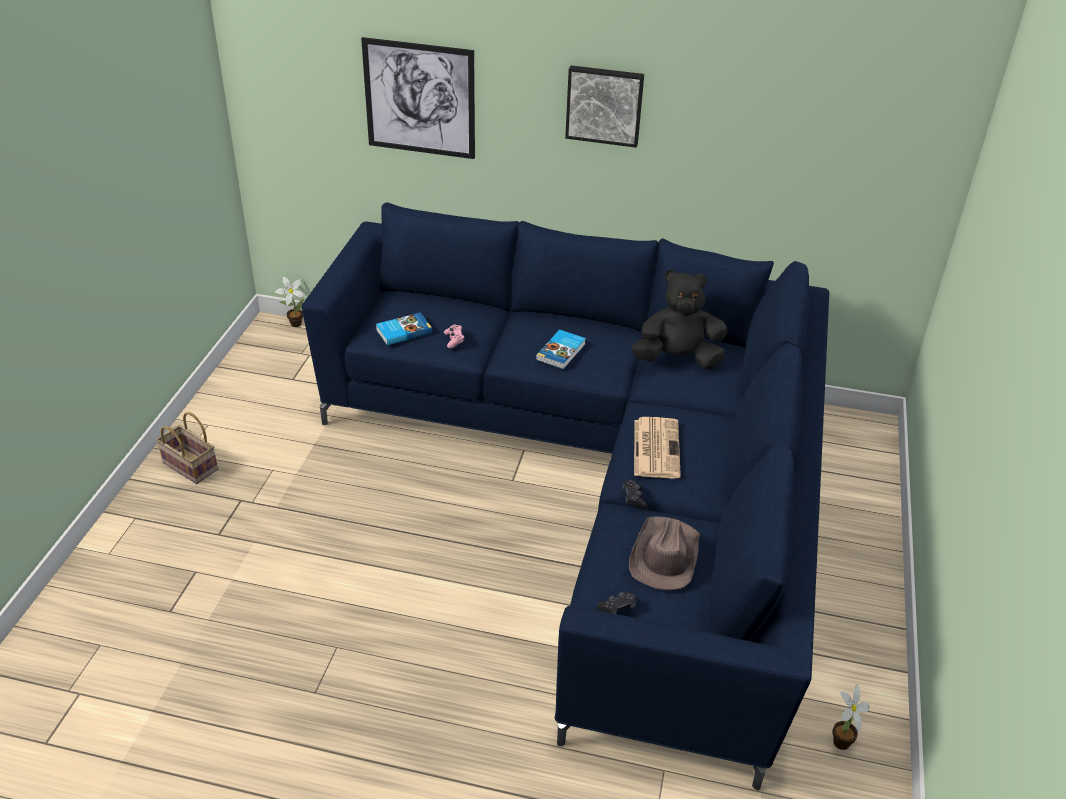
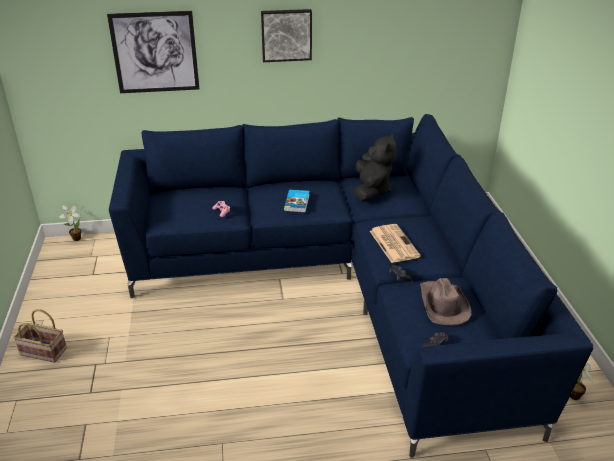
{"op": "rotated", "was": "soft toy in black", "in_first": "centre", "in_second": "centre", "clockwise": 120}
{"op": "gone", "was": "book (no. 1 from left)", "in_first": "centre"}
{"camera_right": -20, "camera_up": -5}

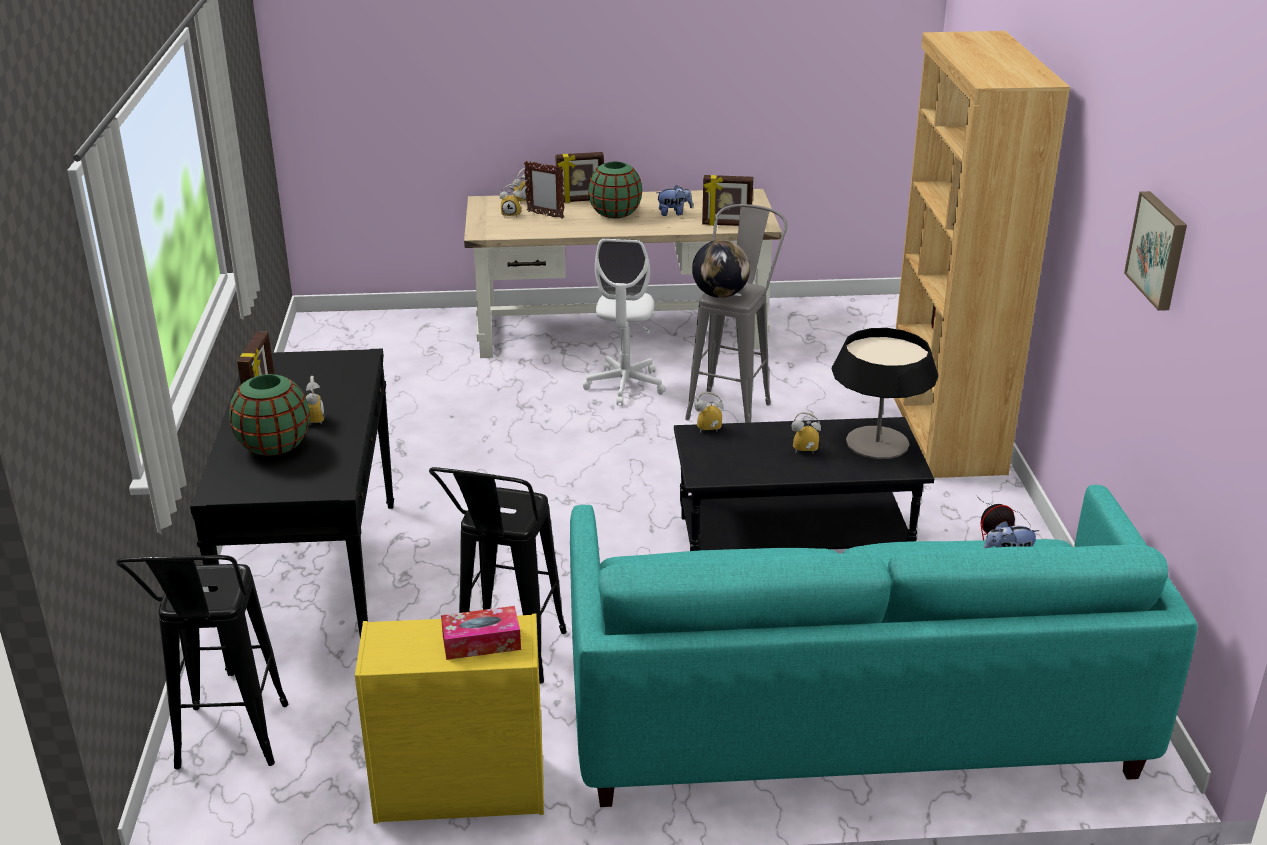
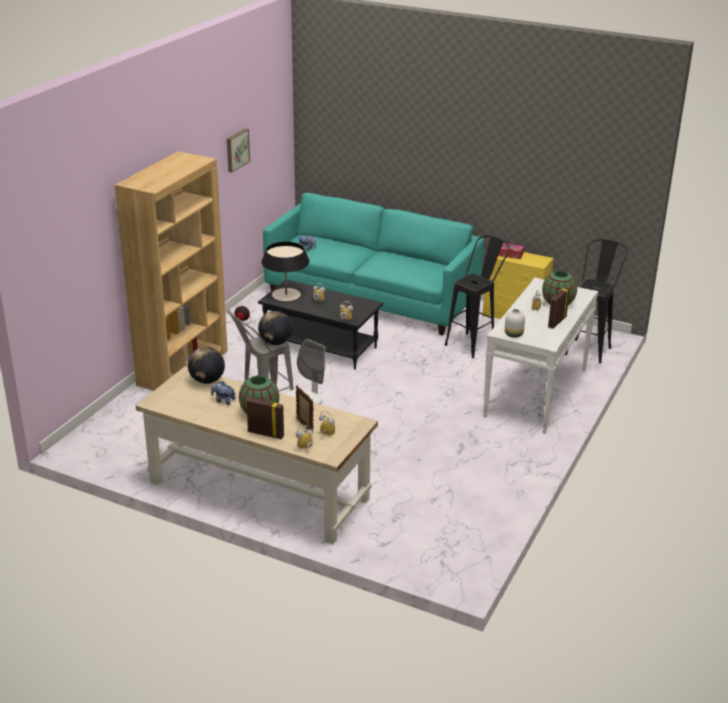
{"op": "swapped", "was": "photo frame (no. 4 from left)", "now": "world globe (no. 1 from left)", "in_first": "top centre", "in_second": "middle left"}
{"op": "repainted", "was": "console table in black", "now": "console table in white", "in_first": "middle left", "in_second": "middle right"}
{"op": "new", "now": "decorative vase in white", "in_second": "middle right"}
{"camera_right": -150, "camera_up": 0}

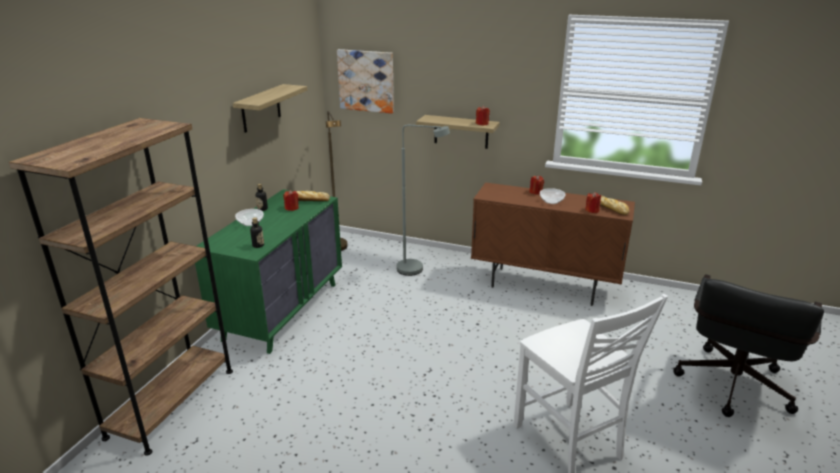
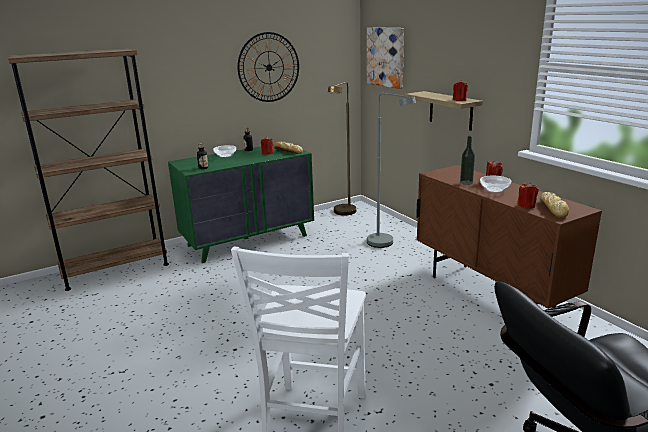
{"op": "swapped", "was": "wall shelf (no. 1 from left)", "now": "clock on the wall", "in_first": "top left", "in_second": "top centre"}
{"op": "new", "now": "drink bottle (no. 3 from left)", "in_second": "middle right"}
{"camera_right": 40, "camera_up": -5}

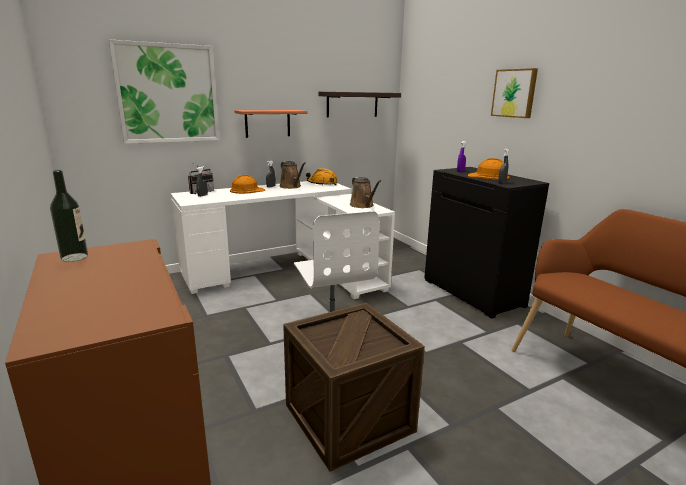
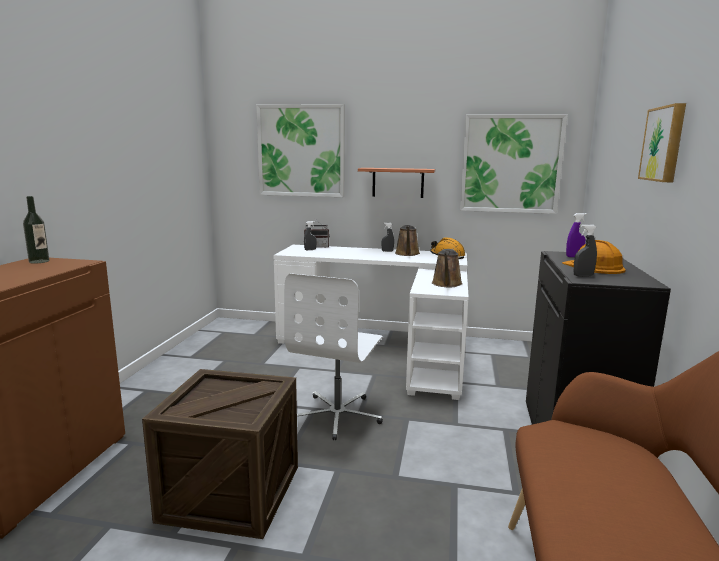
{"op": "swapped", "was": "wall shelf (no. 2 from left)", "now": "wall picture (no. 2 from left)", "in_first": "top centre", "in_second": "top right"}
{"op": "gone", "was": "hard hat in orange (no. 1 from left)", "in_first": "centre"}
{"camera_right": 40, "camera_up": -5}

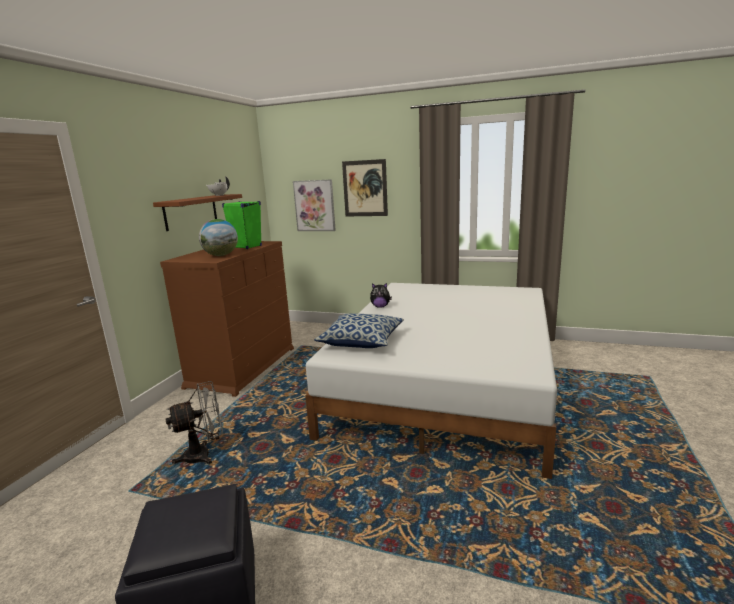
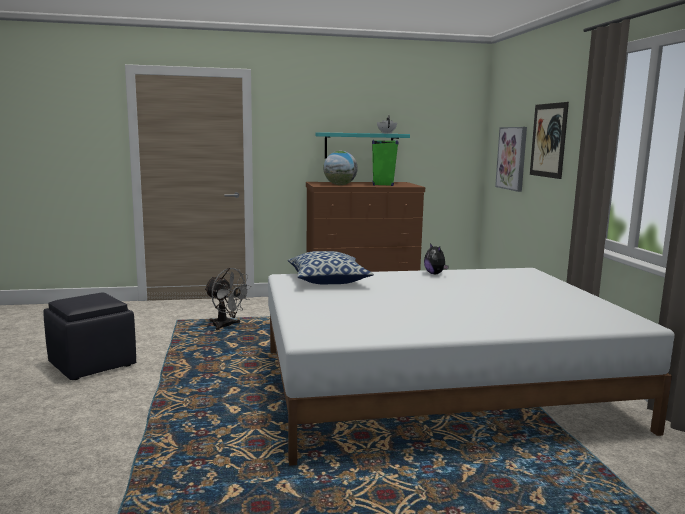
{"op": "repainted", "was": "wall shelf in brown", "now": "wall shelf in turquoise-coloured", "in_first": "middle left", "in_second": "top centre"}
{"camera_right": 60, "camera_up": -5}

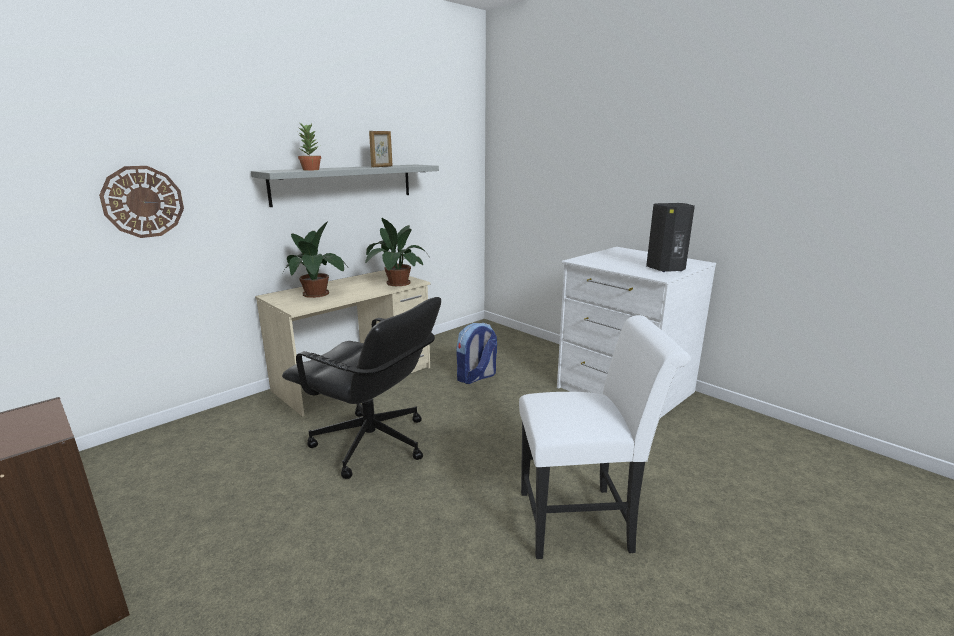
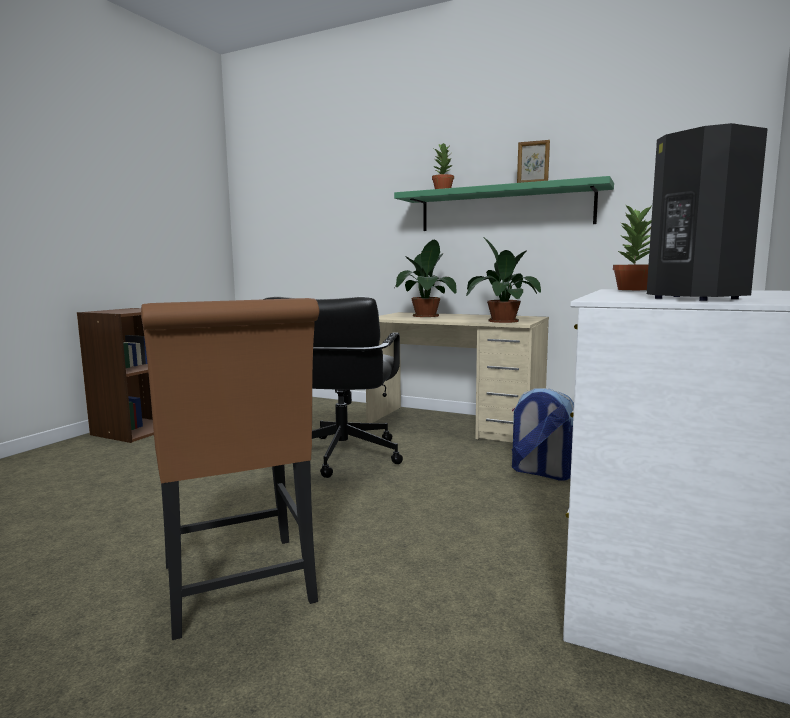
{"op": "repainted", "was": "wall shelf in grey", "now": "wall shelf in green", "in_first": "top centre", "in_second": "top centre"}
{"op": "gone", "was": "clock on the wall", "in_first": "top left"}
{"op": "repainted", "was": "upright chair in white", "now": "upright chair in brown", "in_first": "bottom centre", "in_second": "middle left"}
{"op": "new", "now": "houseplant (no. 4 from left)", "in_second": "middle right"}
{"camera_right": 70, "camera_up": -10}

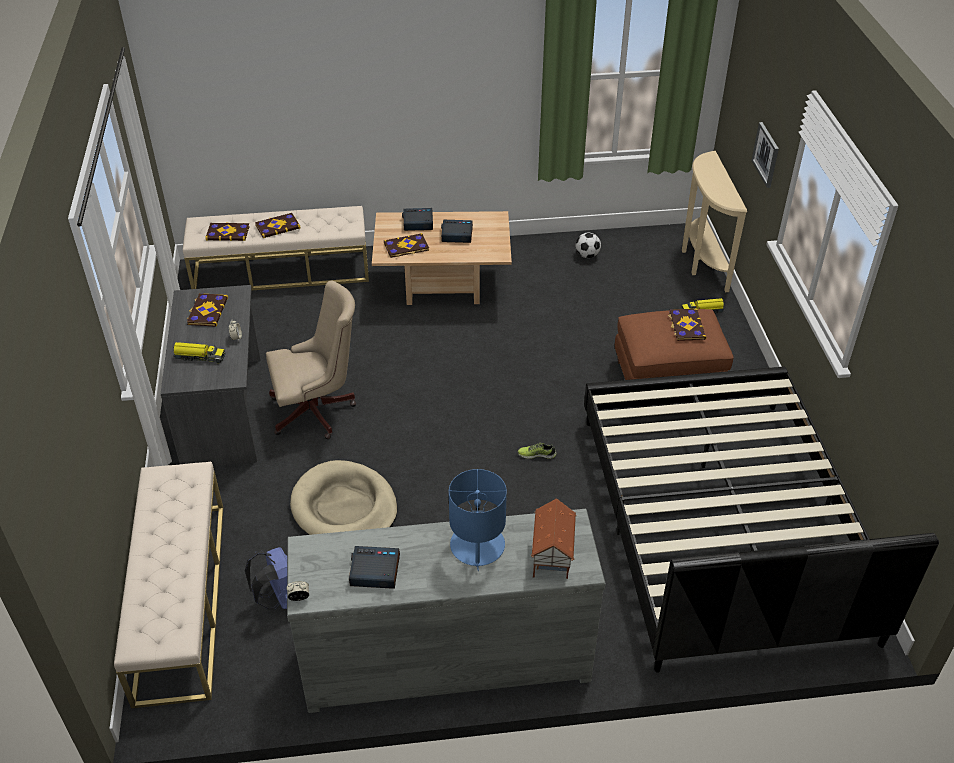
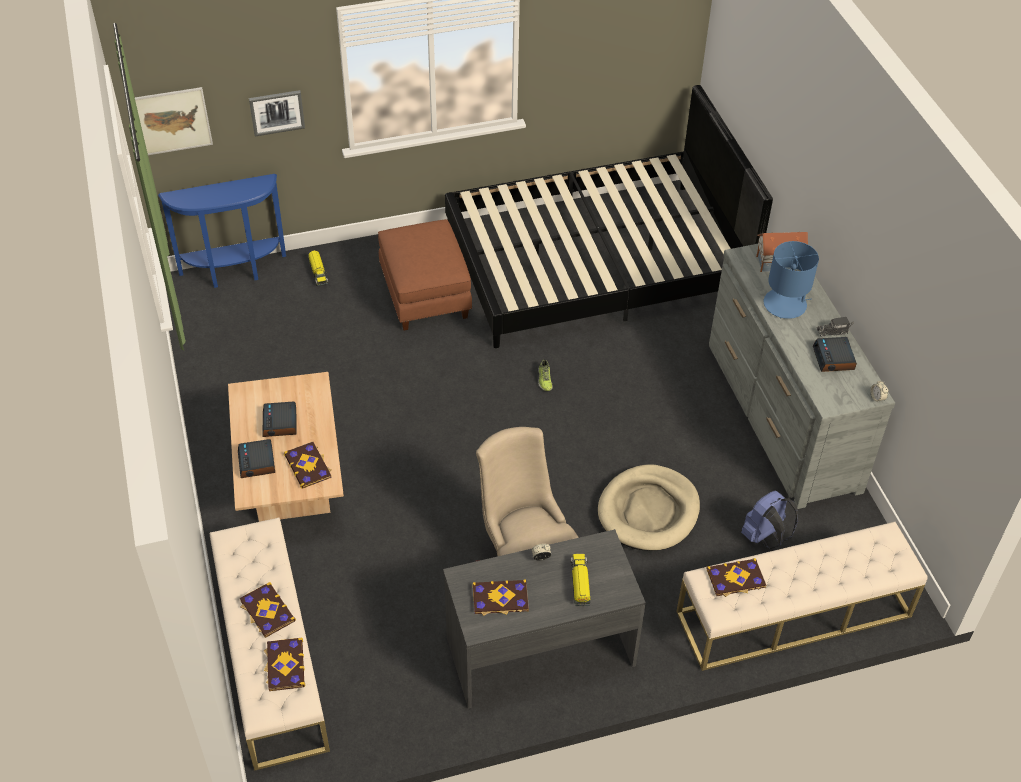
{"op": "repainted", "was": "console table in beige-coloured", "now": "console table in blue-coloured", "in_first": "top right", "in_second": "top left"}
{"op": "gone", "was": "ball for football", "in_first": "top centre"}
{"op": "shifted", "was": "book (no. 5 from left)", "in_first": "middle right", "in_second": "bottom right"}
{"op": "new", "now": "wall picture (no. 1 from left)", "in_second": "top left"}
{"op": "new", "now": "toy lorry (no. 3 from left)", "in_second": "middle right"}
{"camera_right": -100, "camera_up": 5}

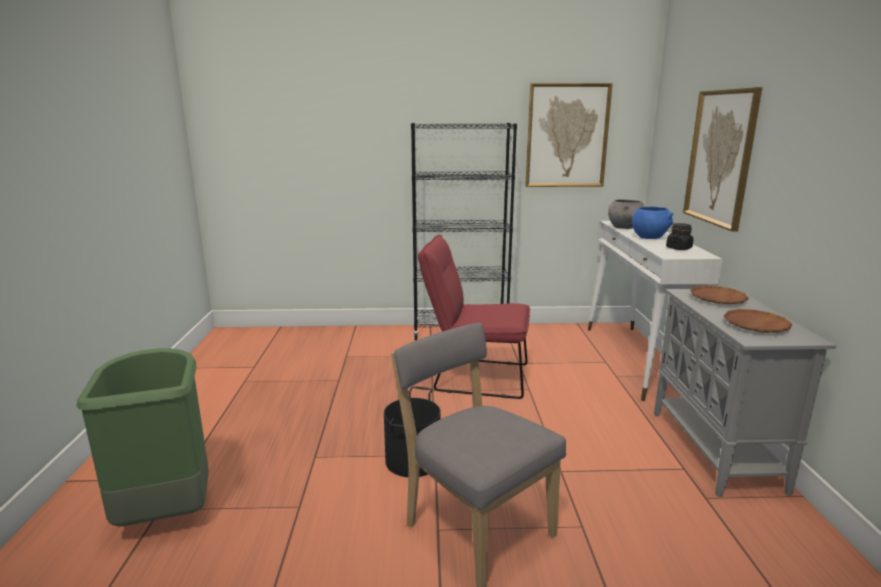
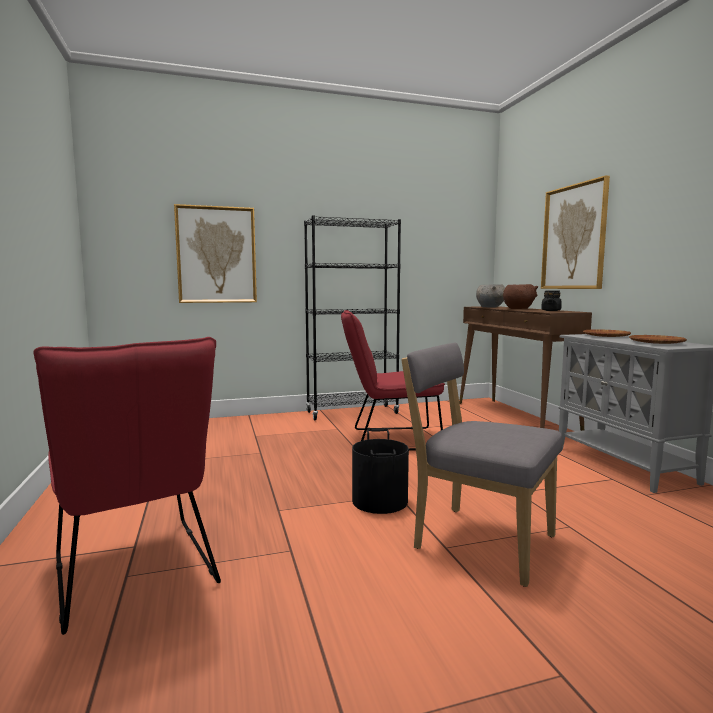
{"op": "shifted", "was": "wall picture (no. 1 from left)", "in_first": "top centre", "in_second": "middle left"}
{"op": "repainted", "was": "bowl in blue-coloured", "now": "bowl in brown", "in_first": "middle right", "in_second": "middle right"}
{"op": "repainted", "was": "console table in white", "now": "console table in brown", "in_first": "middle right", "in_second": "middle right"}
{"op": "swapped", "was": "waste bin in green", "now": "upright chair in reddish (no. 1 from left)", "in_first": "bottom left", "in_second": "bottom left"}
{"camera_right": -15, "camera_up": -10}

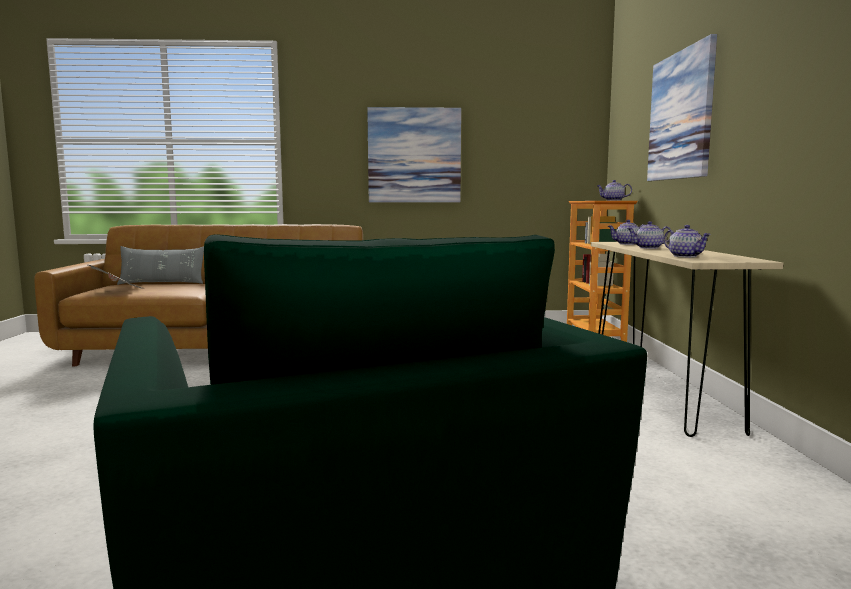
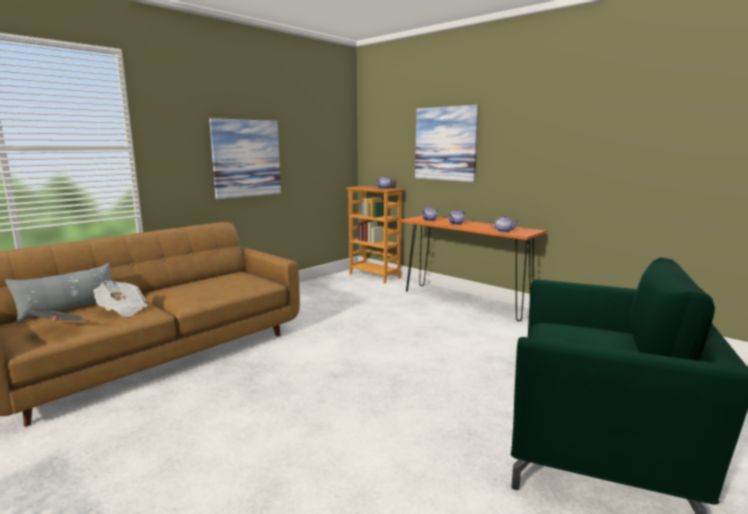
{"op": "repainted", "was": "console table in beige-coloured", "now": "console table in orange", "in_first": "middle right", "in_second": "centre"}
{"op": "new", "now": "printed paper (no. 2 from left)", "in_second": "middle left"}
{"camera_right": -45, "camera_up": 5}

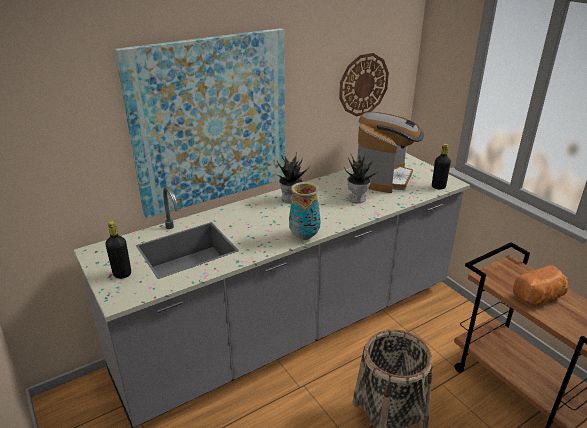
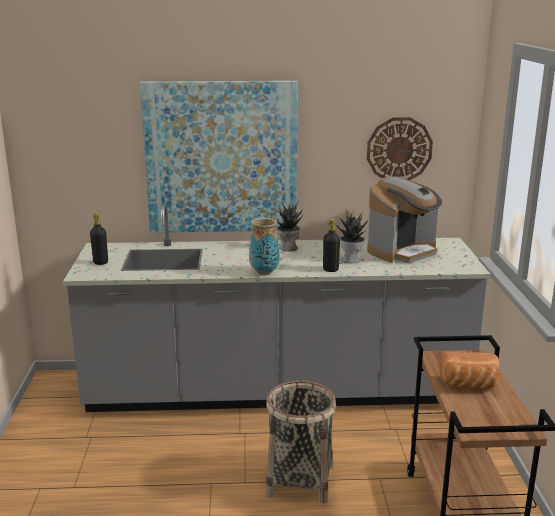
{"op": "shifted", "was": "drink bottle in black (no. 2 from left)", "in_first": "middle right", "in_second": "centre"}
{"camera_right": 30, "camera_up": -10}

